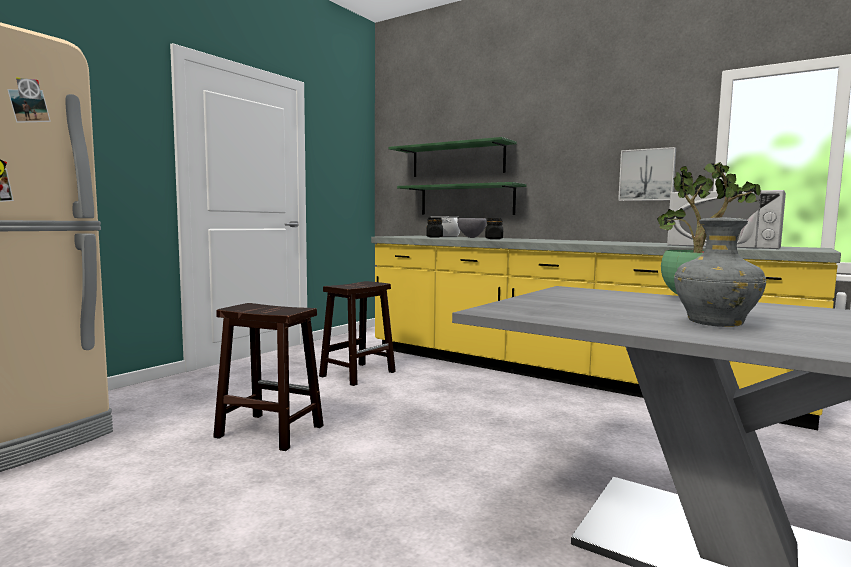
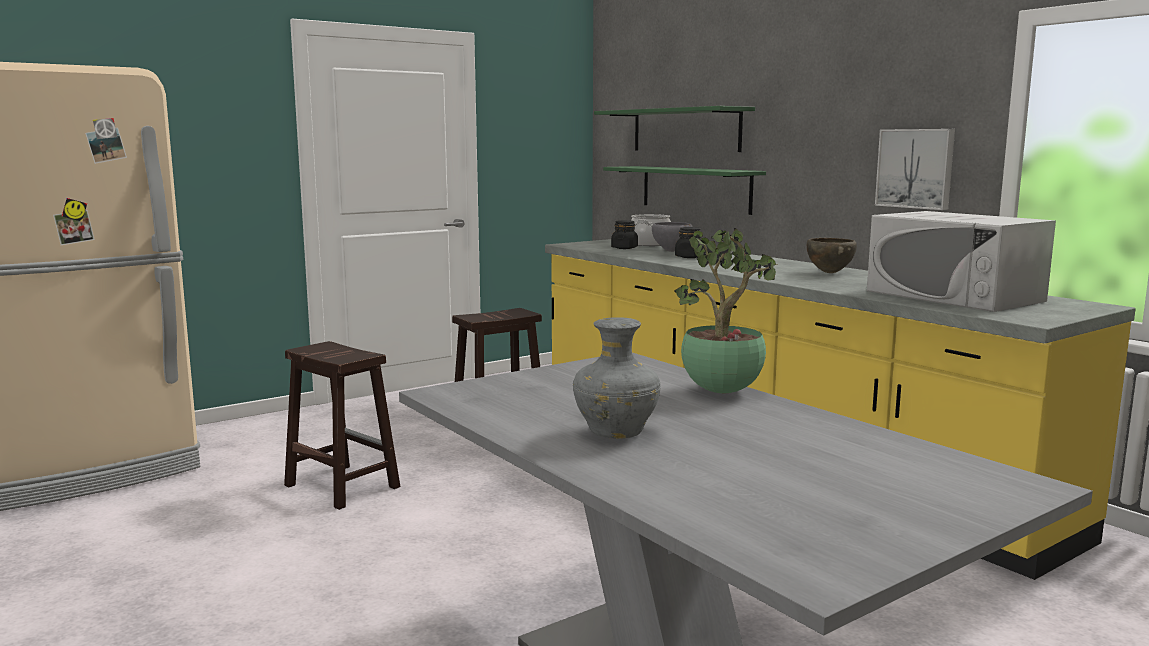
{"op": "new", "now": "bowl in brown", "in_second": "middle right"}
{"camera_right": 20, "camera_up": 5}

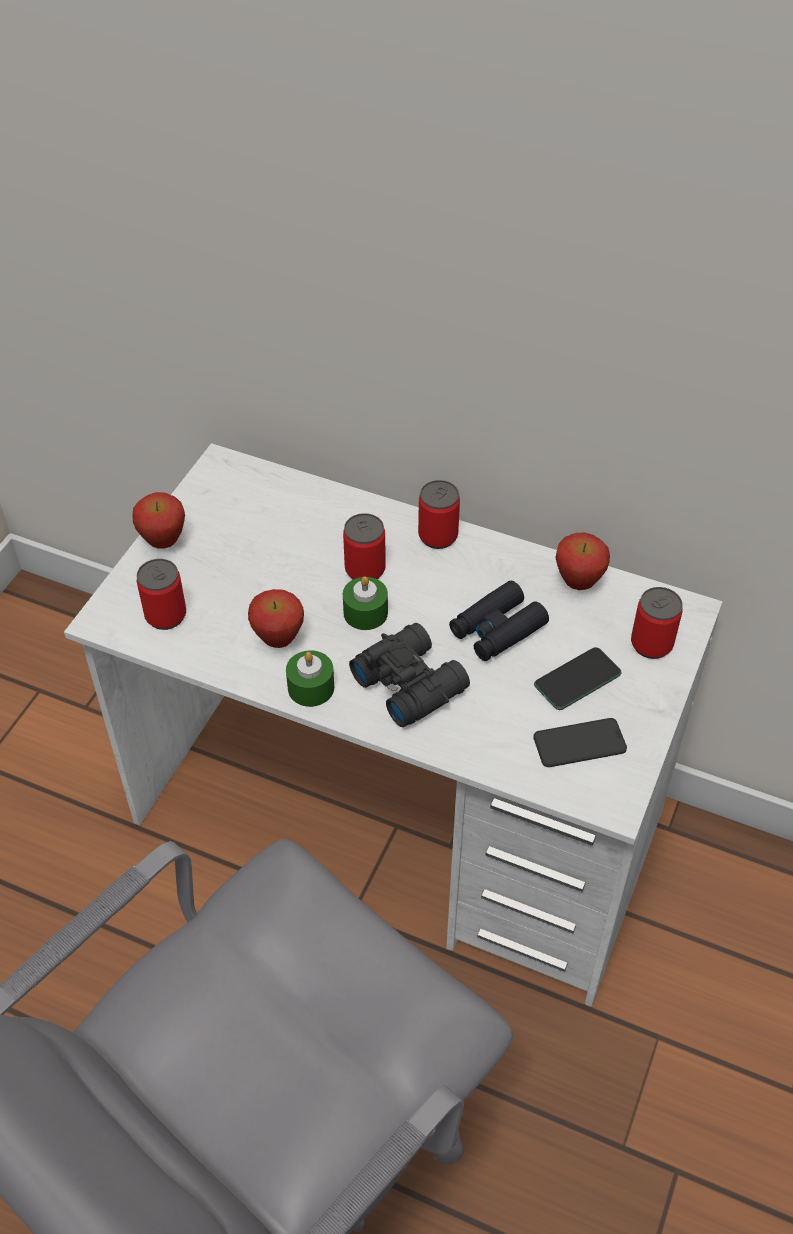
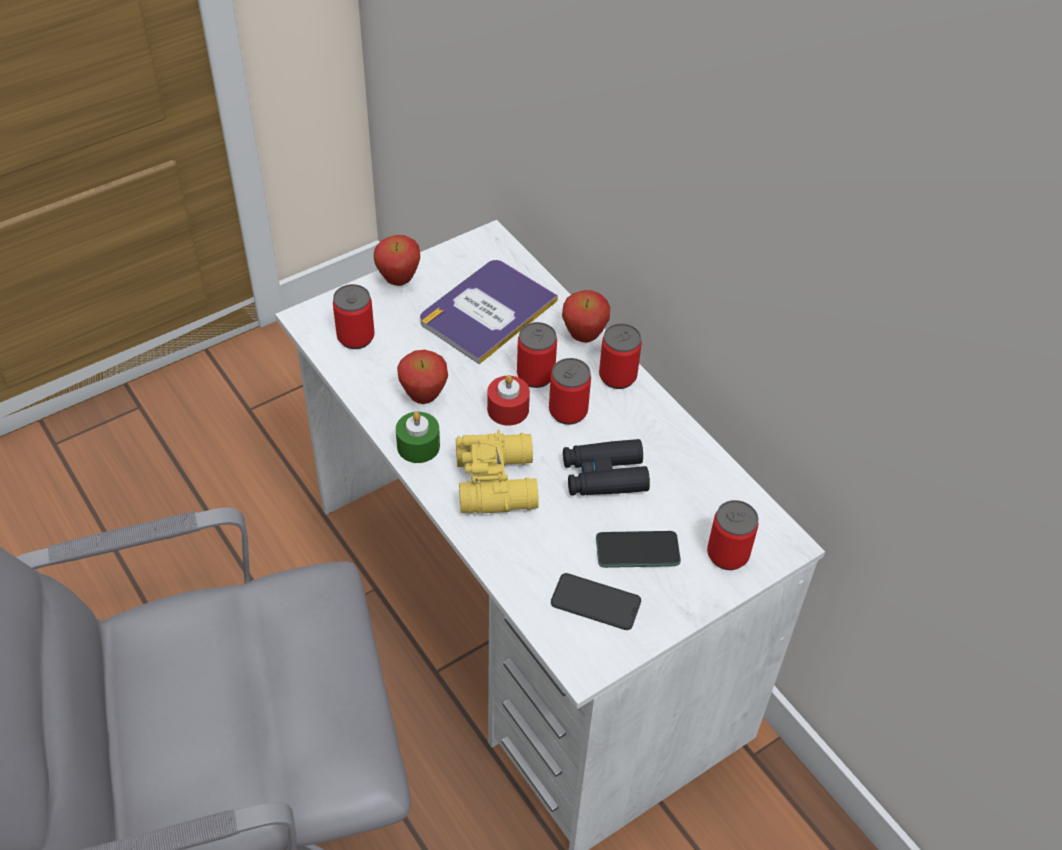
{"op": "shifted", "was": "whole apple (no. 3 from left)", "in_first": "middle right", "in_second": "centre"}
{"op": "repainted", "was": "wax candle in green (no. 2 from left)", "now": "wax candle in reddish", "in_first": "centre", "in_second": "centre"}
{"op": "repainted", "was": "binoculars in black (no. 1 from left)", "now": "binoculars in yellow-coloured", "in_first": "centre", "in_second": "centre"}
{"op": "new", "now": "book", "in_second": "centre"}
{"op": "new", "now": "sealed can (no. 3 from left)", "in_second": "centre"}
{"camera_right": 30, "camera_up": 0}

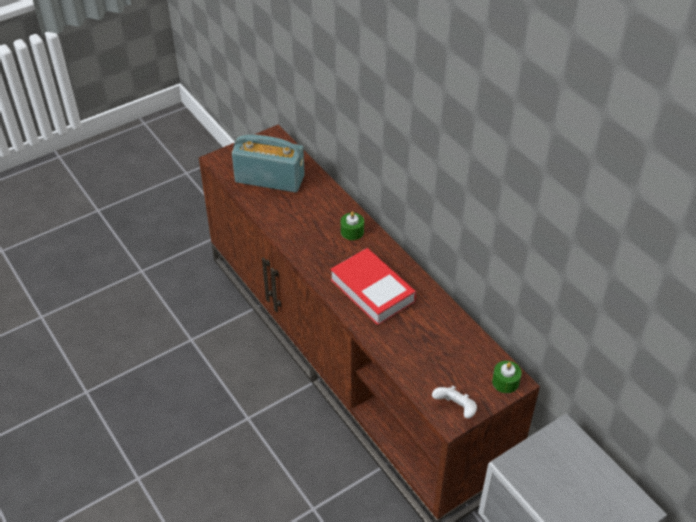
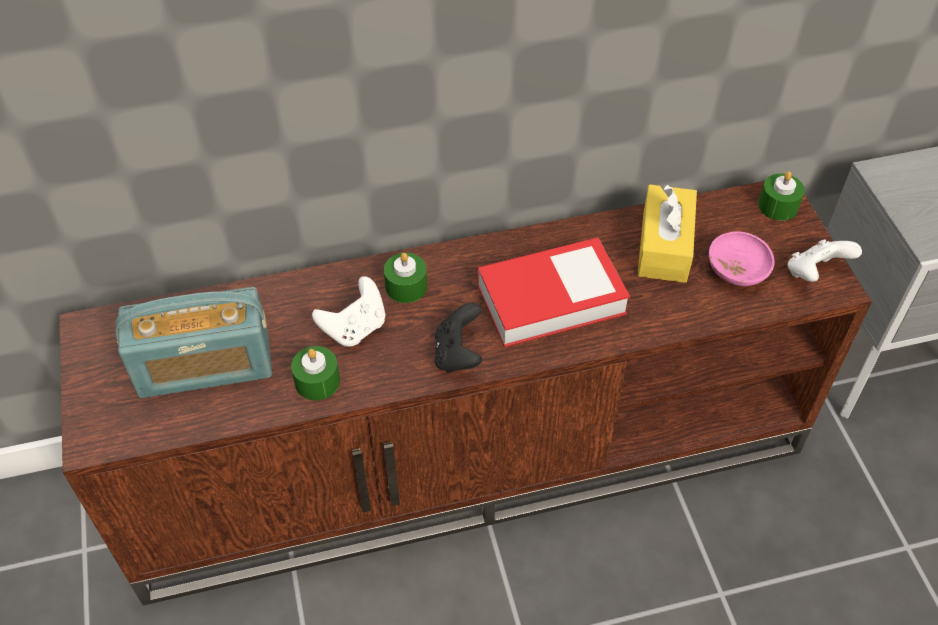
{"op": "rotated", "was": "radio receiver", "in_first": "top centre", "in_second": "middle left", "clockwise": -135}
{"op": "new", "now": "box of tissues in yellow-coloured", "in_second": "middle right"}
{"op": "new", "now": "bowl in pink", "in_second": "middle right"}
{"op": "new", "now": "joypad in white (no. 1 from left)", "in_second": "centre"}
{"op": "new", "now": "joypad in black", "in_second": "centre"}
{"op": "new", "now": "wax candle in green (no. 1 from left)", "in_second": "centre"}
{"camera_right": -70, "camera_up": 5}

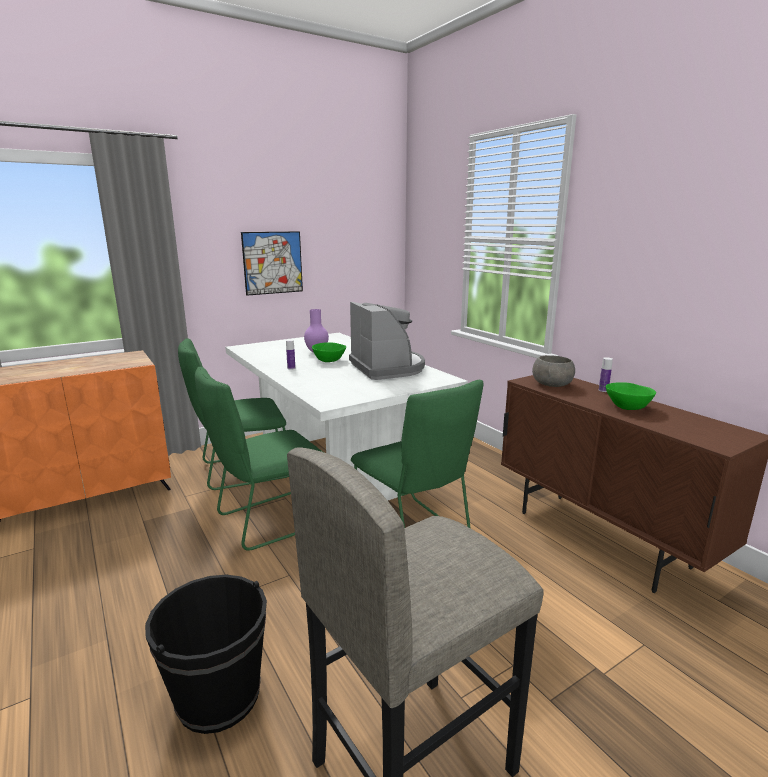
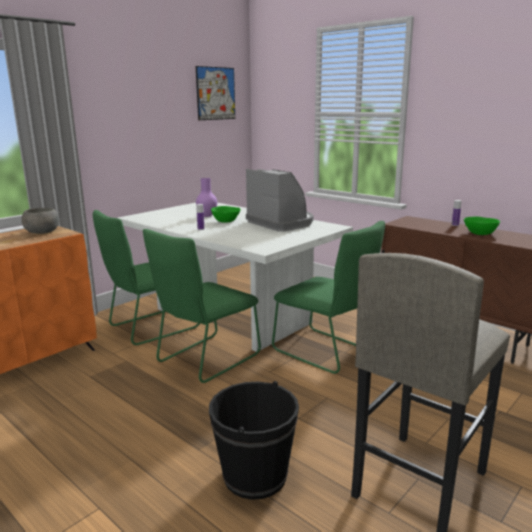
{"op": "shifted", "was": "wall picture", "in_first": "centre", "in_second": "top centre"}
{"op": "shifted", "was": "bowl in grey", "in_first": "middle right", "in_second": "middle left"}
{"camera_right": -15, "camera_up": 0}

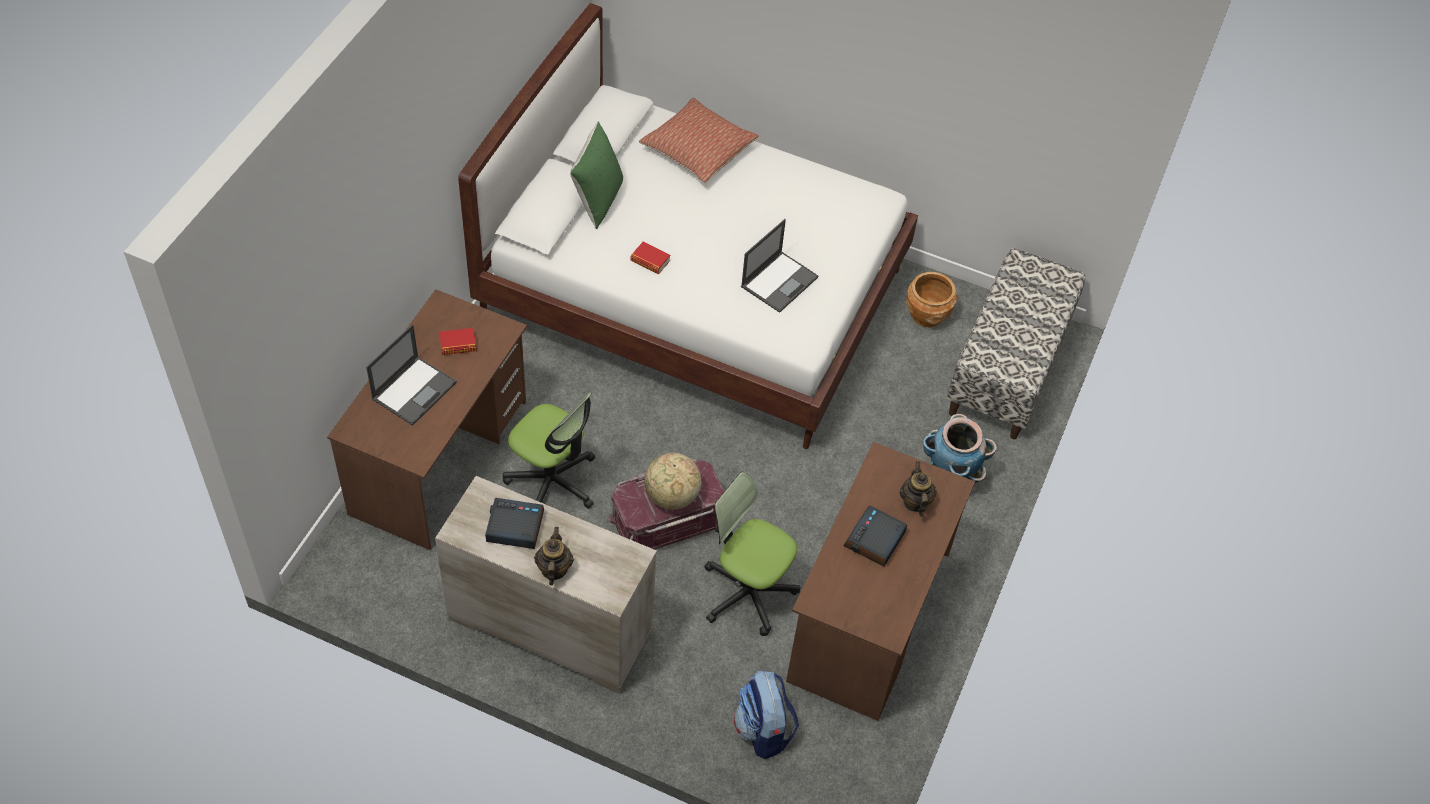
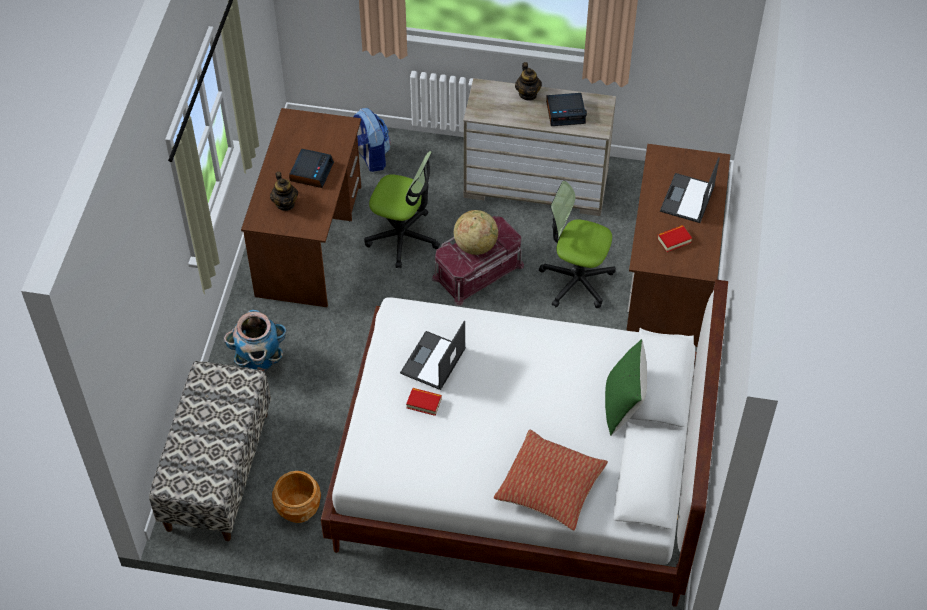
{"op": "shifted", "was": "book (no. 2 from left in the first image)", "now": "book (no. 1 from left)", "in_first": "top centre", "in_second": "centre"}
{"camera_right": 170, "camera_up": 0}

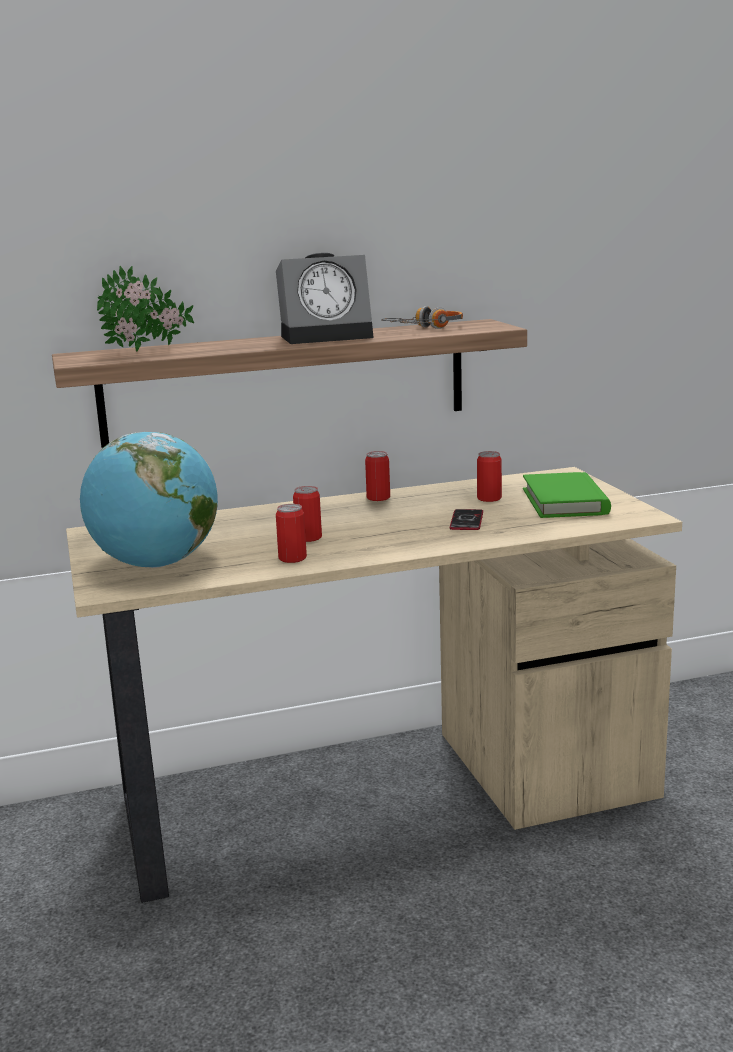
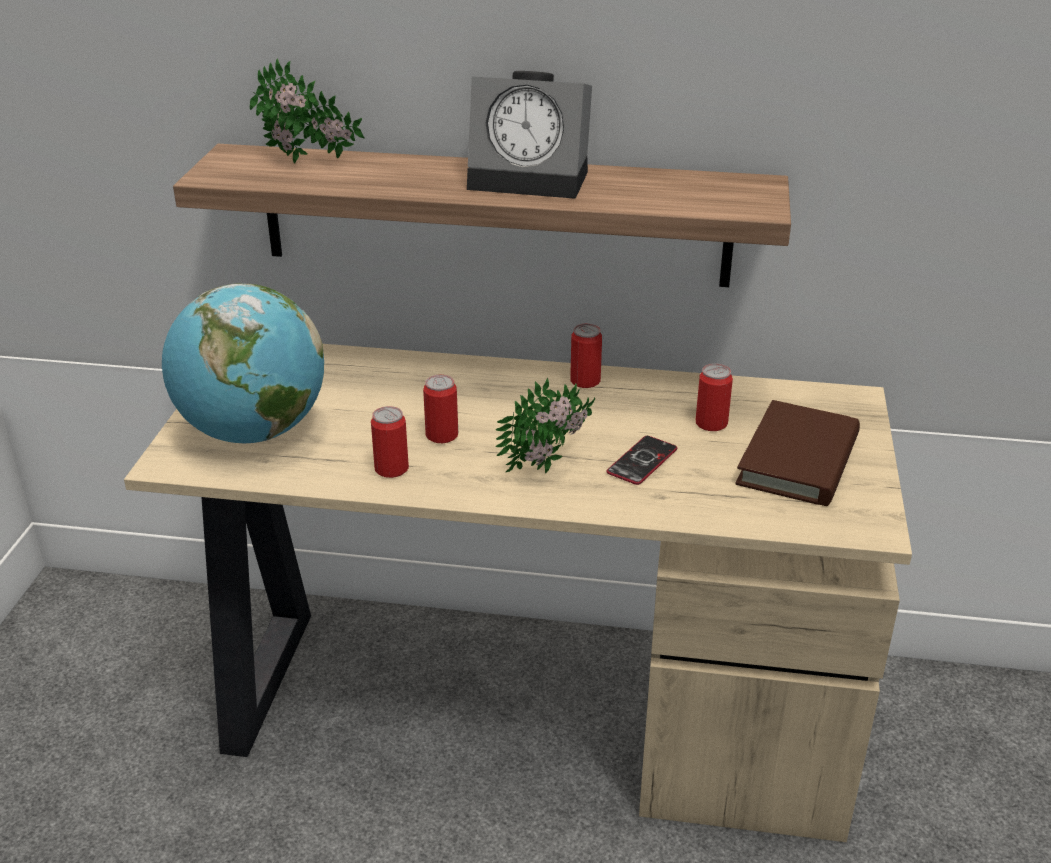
{"op": "gone", "was": "pair of headphones", "in_first": "top centre"}
{"op": "repainted", "was": "book in green", "now": "book in brown", "in_first": "middle right", "in_second": "middle right"}
{"op": "new", "now": "houseplant (no. 2 from left)", "in_second": "centre"}
{"camera_right": 25, "camera_up": 15}

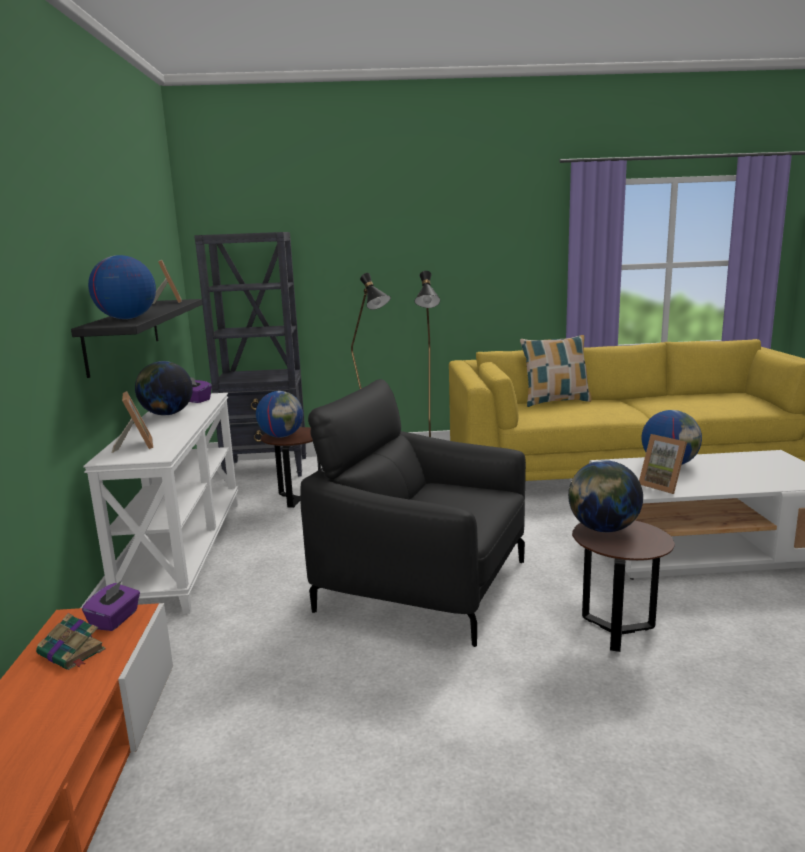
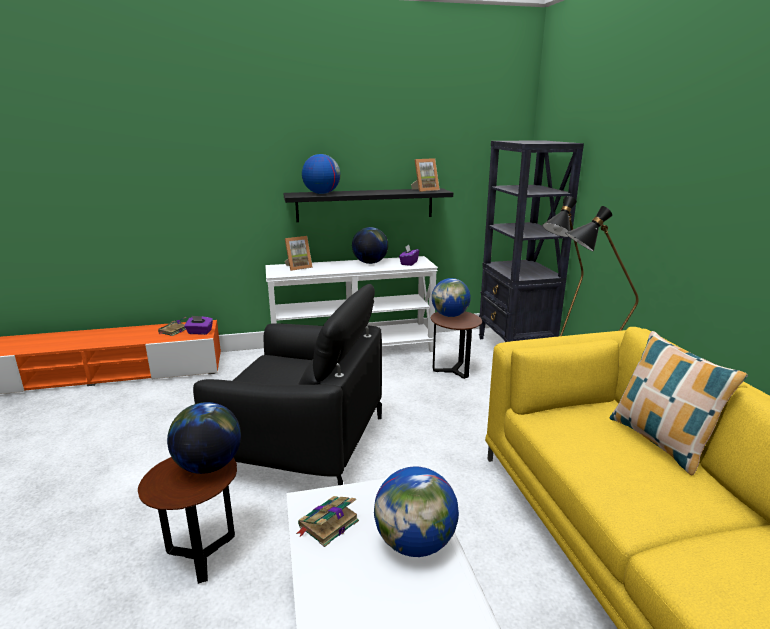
{"op": "rotated", "was": "easy chair in black", "in_first": "centre", "in_second": "centre", "clockwise": 90}
{"op": "swapped", "was": "photo frame (no. 3 from left)", "now": "book (no. 2 from left)", "in_first": "middle right", "in_second": "bottom centre"}
{"camera_right": 80, "camera_up": 5}

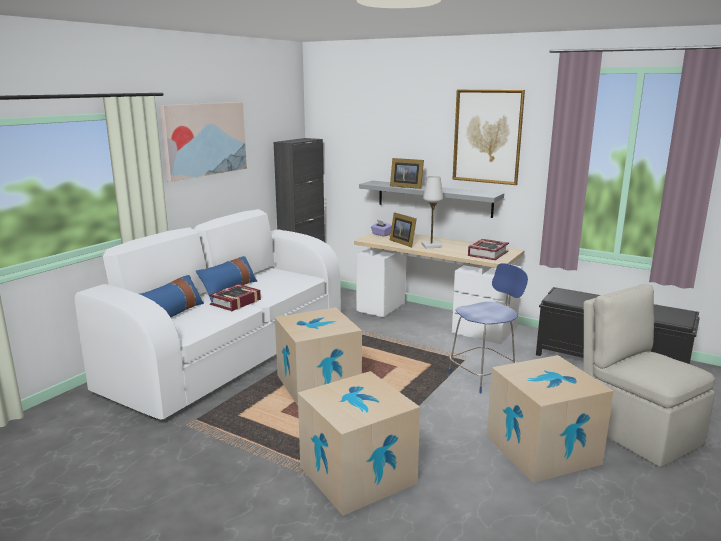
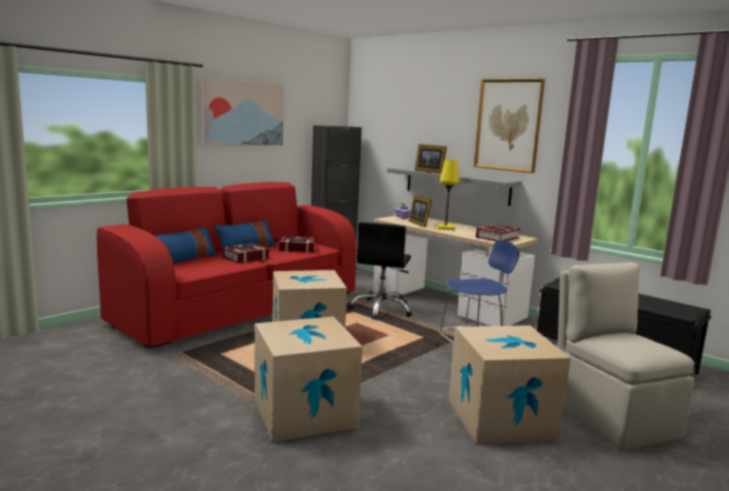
{"op": "repainted", "was": "lamp for a table in white", "now": "lamp for a table in yellow-coloured", "in_first": "centre", "in_second": "centre"}
{"op": "repainted", "was": "sofa in white", "now": "sofa in reddish", "in_first": "middle left", "in_second": "middle left"}
{"op": "new", "now": "desk chair in black", "in_second": "centre"}
{"op": "new", "now": "book (no. 2 from left)", "in_second": "centre"}
{"camera_right": 10, "camera_up": -5}

